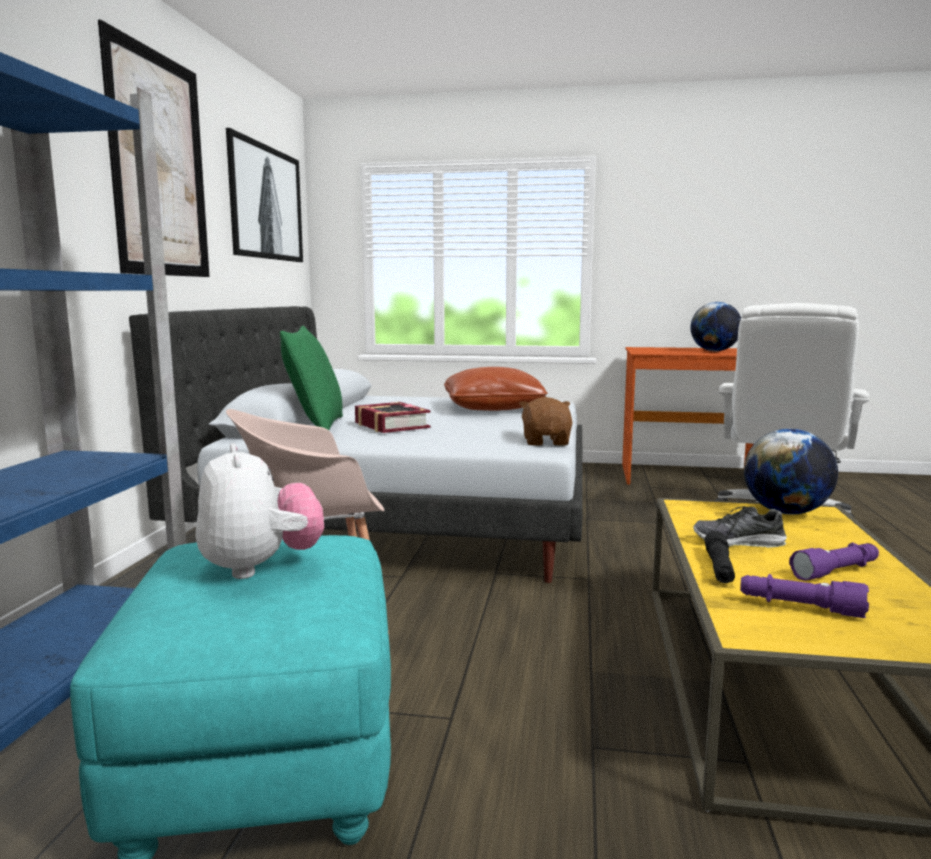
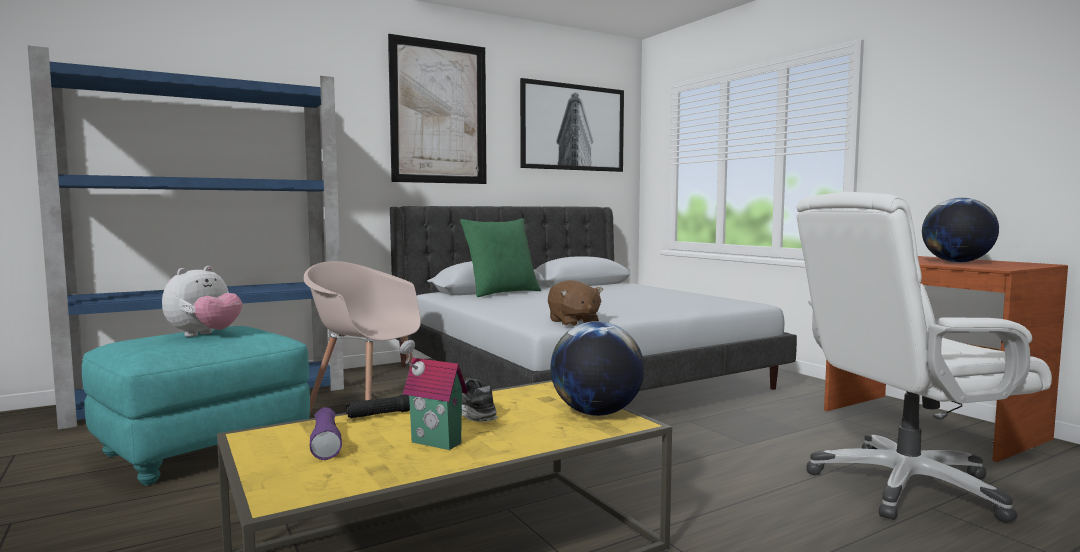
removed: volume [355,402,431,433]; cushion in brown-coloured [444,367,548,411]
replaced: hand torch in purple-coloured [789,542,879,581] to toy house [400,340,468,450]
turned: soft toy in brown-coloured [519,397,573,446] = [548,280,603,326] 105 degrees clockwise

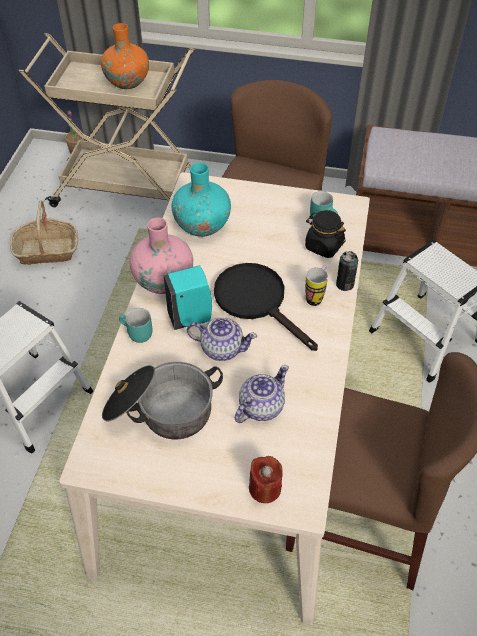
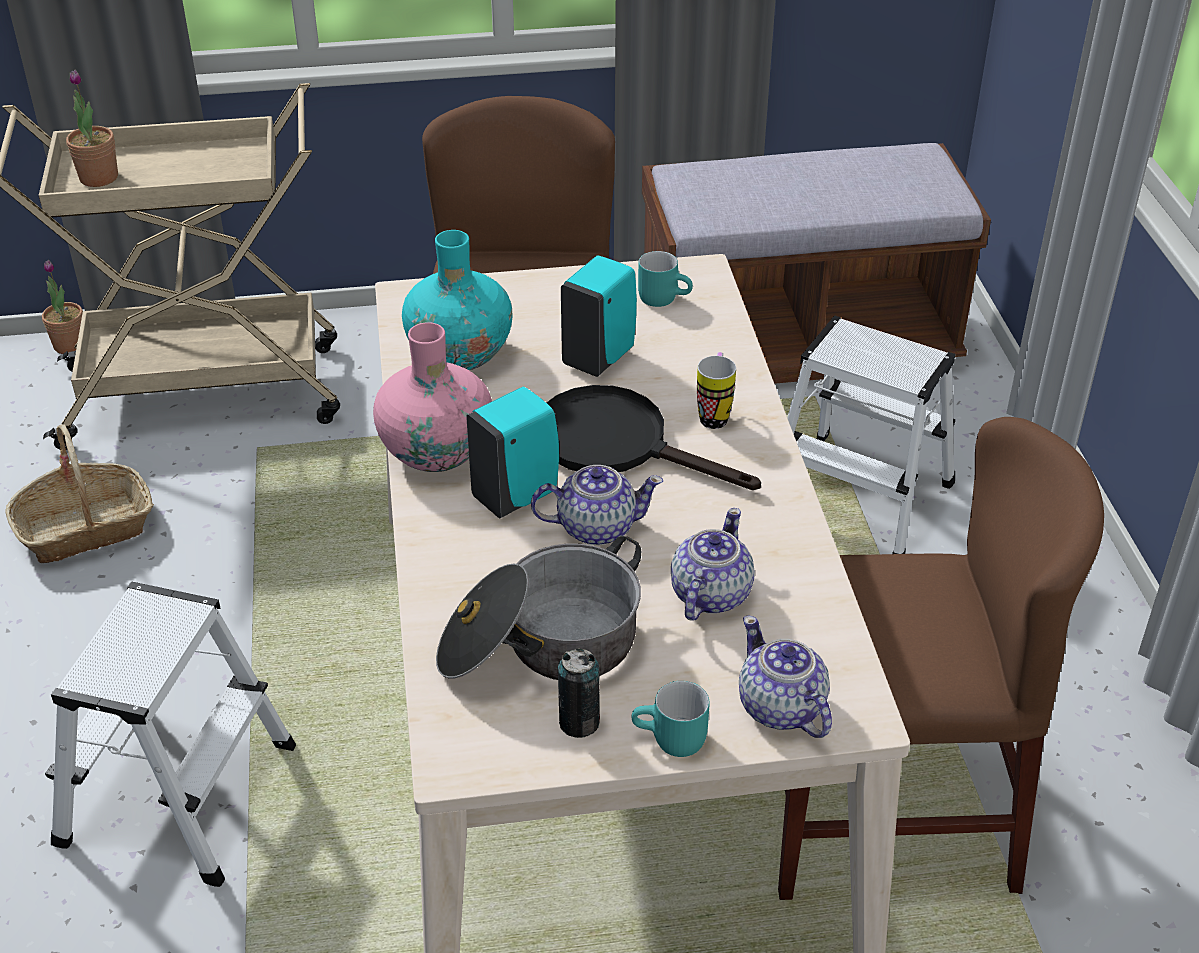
removed: vase in orange [101,23,149,89]; jar in black [305,210,346,258]
added: houseplant [66,70,118,187]; soap bottle in turquoise [561,255,637,377]
moved: coffee mug in turquoise [119,308,152,343] to [631,681,710,757]; metal can [336,251,358,291] to [558,648,600,738]
replaced: candle in red-coloured [249,456,283,503] to pot for tea [739,616,832,738]

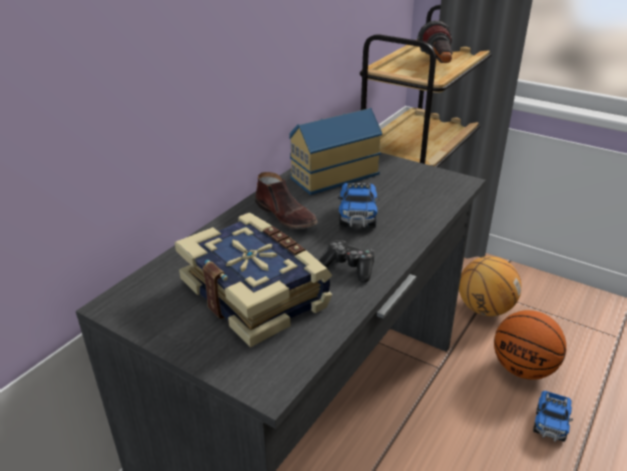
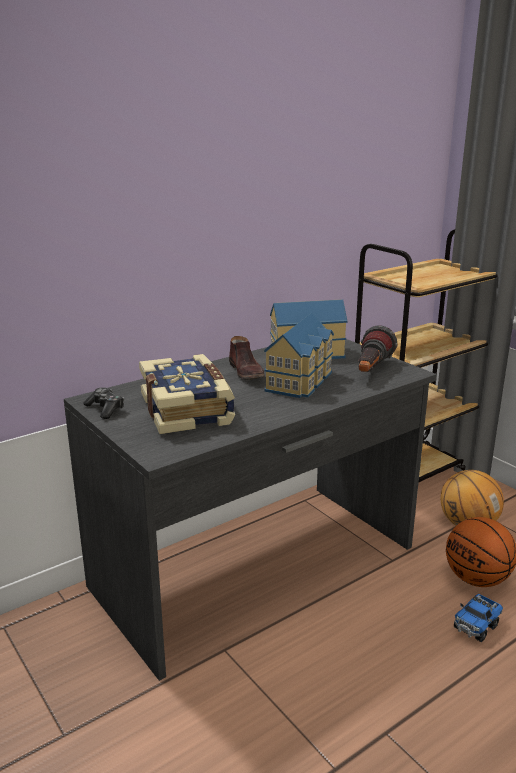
moved: gamepad [319,240,374,282] to [84,387,124,419]; hand torch [417,20,453,63] to [358,325,398,372]
replaced: toy truck [338,183,379,228] to toy house [264,313,334,398]

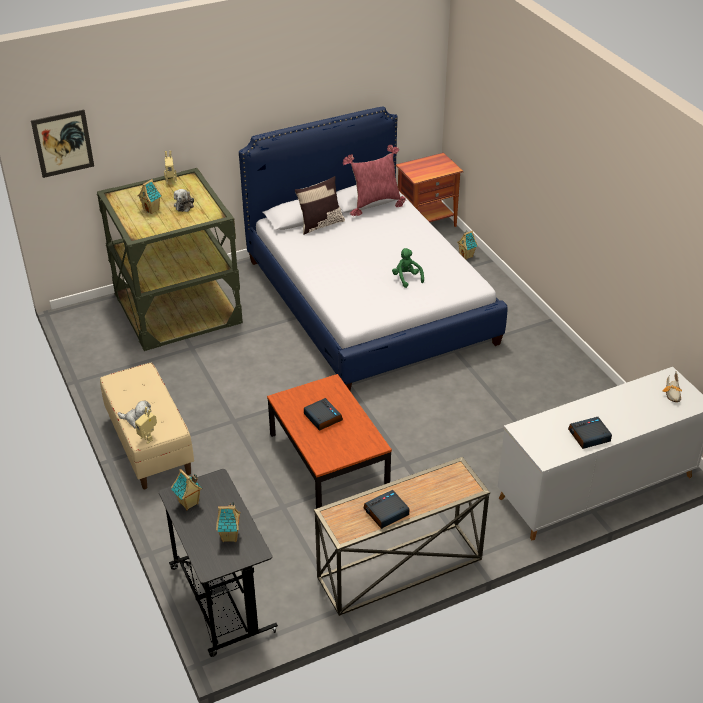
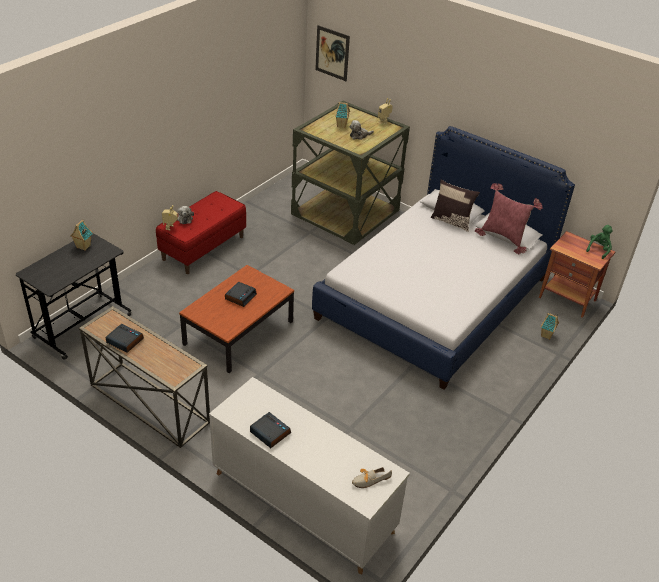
removed: toy house [216,502,241,542]
moved: soft toy in green [392,248,424,288] to [586,225,612,259]
recoloured: long seat in beige-coloured [100,363,194,489] to long seat in red-coloured [156,191,246,274]

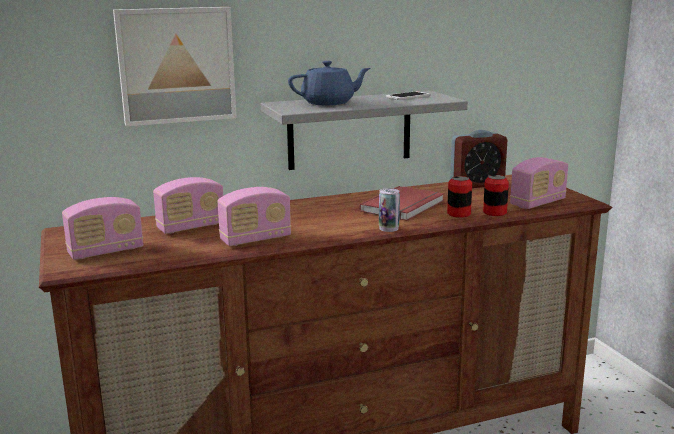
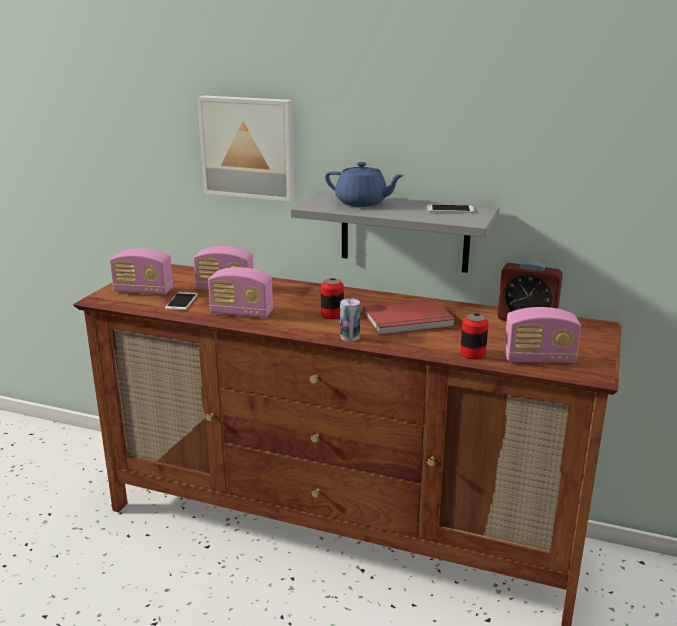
added: phone [165,292,198,311]
moved: metal can [447,176,472,218] to [321,278,344,319]

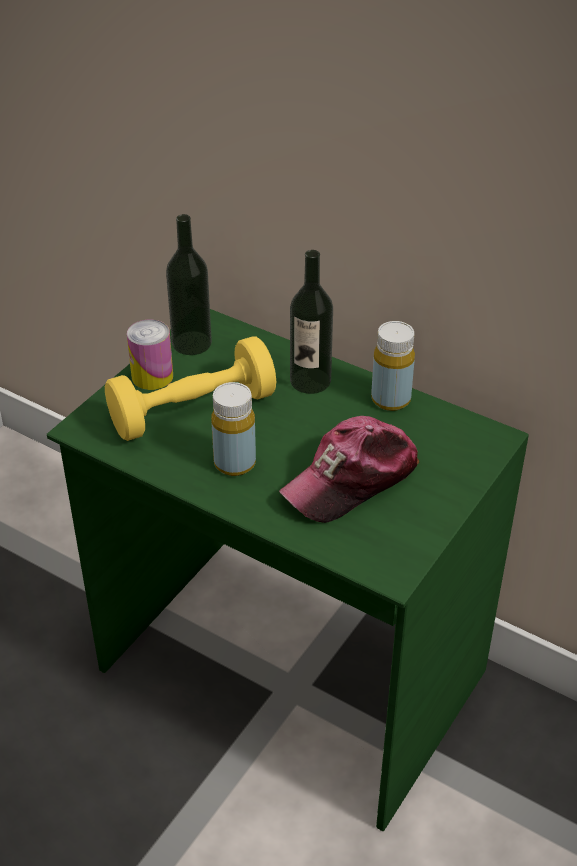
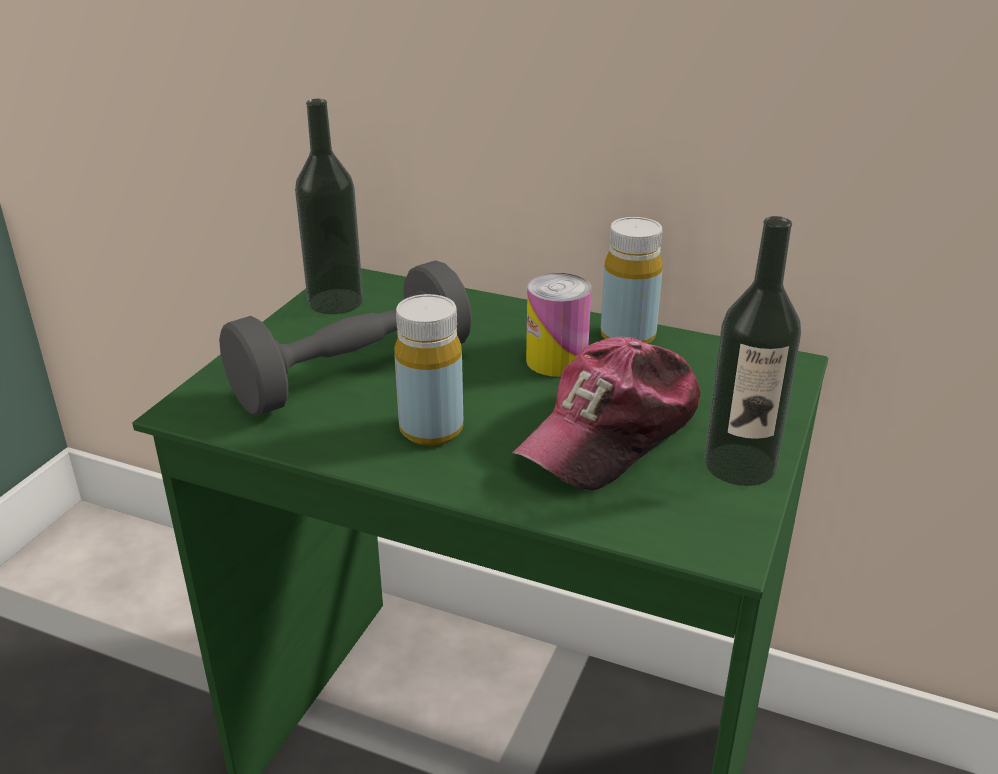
moved: metal can [127,320,173,390] to [526,273,592,377]; drink bottle [290,250,333,394] to [704,216,801,486]
recoloured: hand weight in yellow-coloured [105,336,276,441] to hand weight in greyish [219,260,472,416]

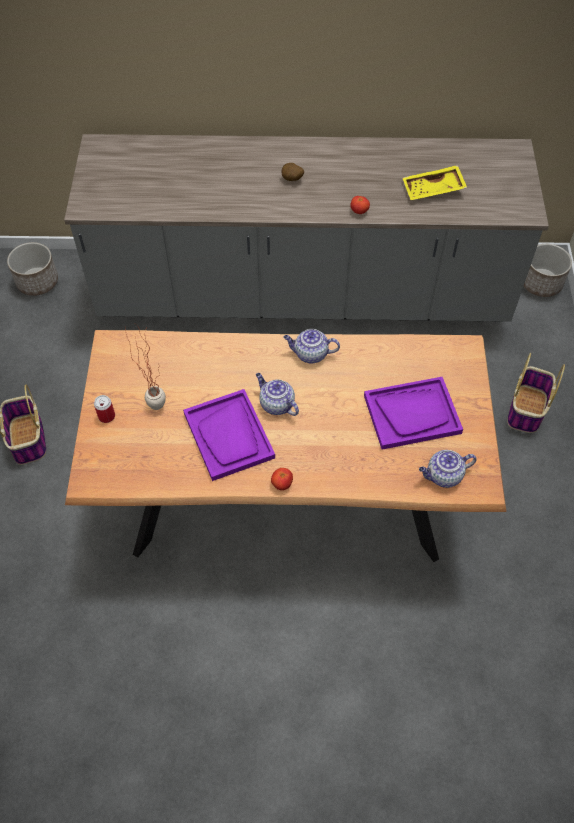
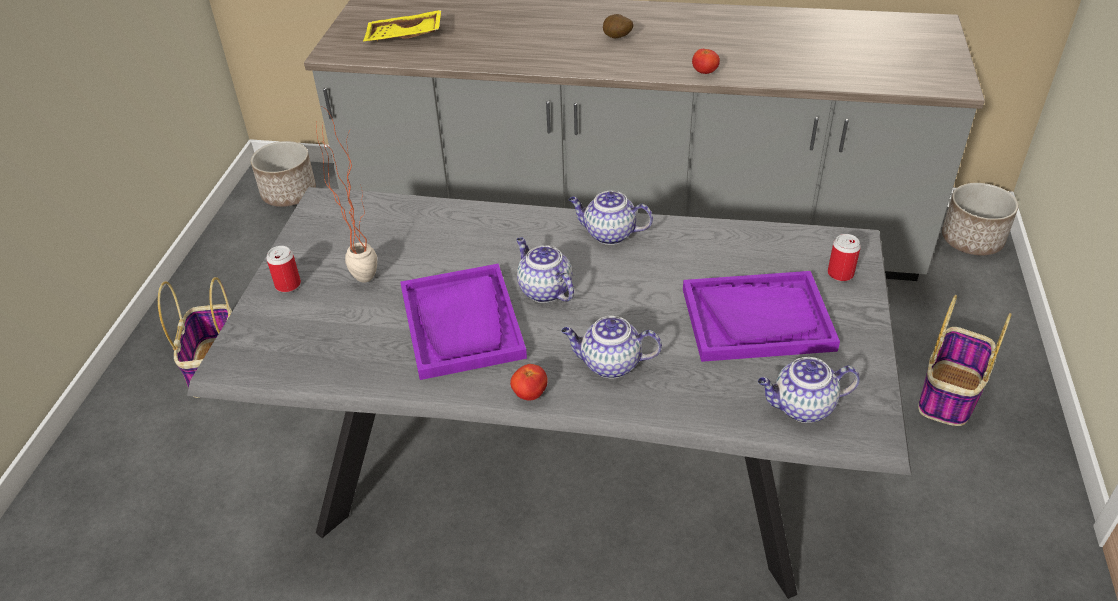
added: pot for tea [561,316,662,378]; metal can [828,234,861,281]
moved: carrying tray in yellow-coloured [403,165,467,200] to [363,10,441,41]
recoloured: dining table in brown-coloured [65,330,507,562] to dining table in greyish [187,187,911,599]

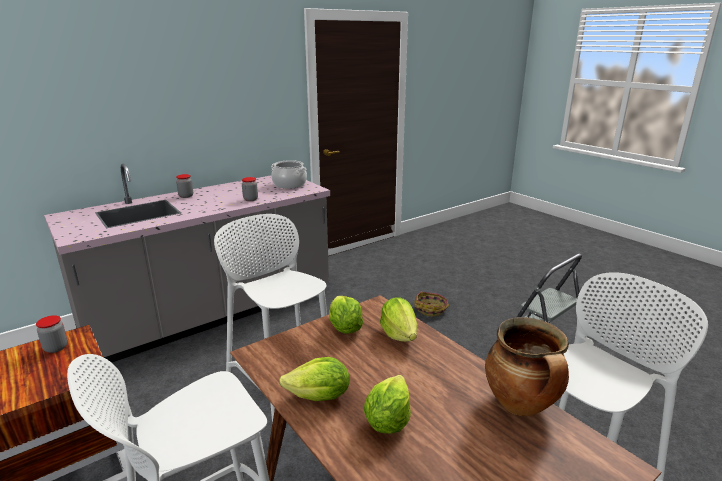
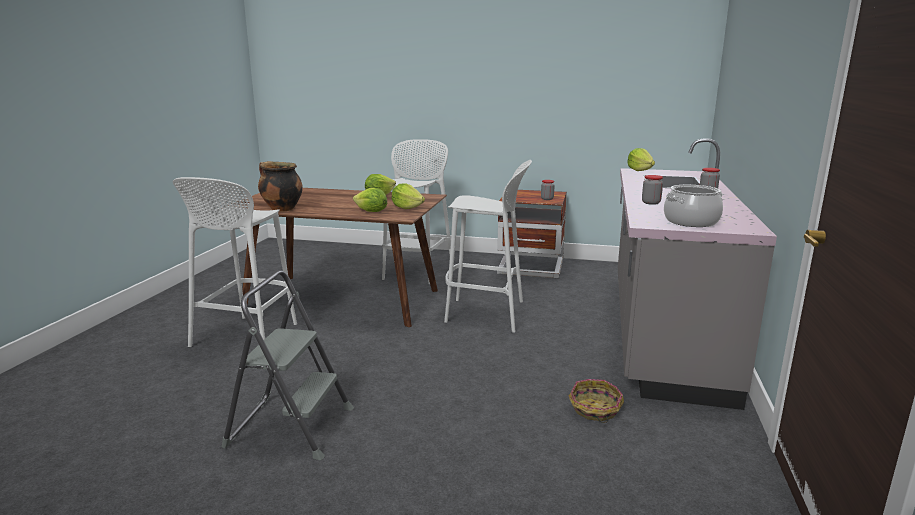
moved: lettuce head [363,375,411,434] to [627,148,655,171]; basket [414,292,449,317] to [569,379,624,423]

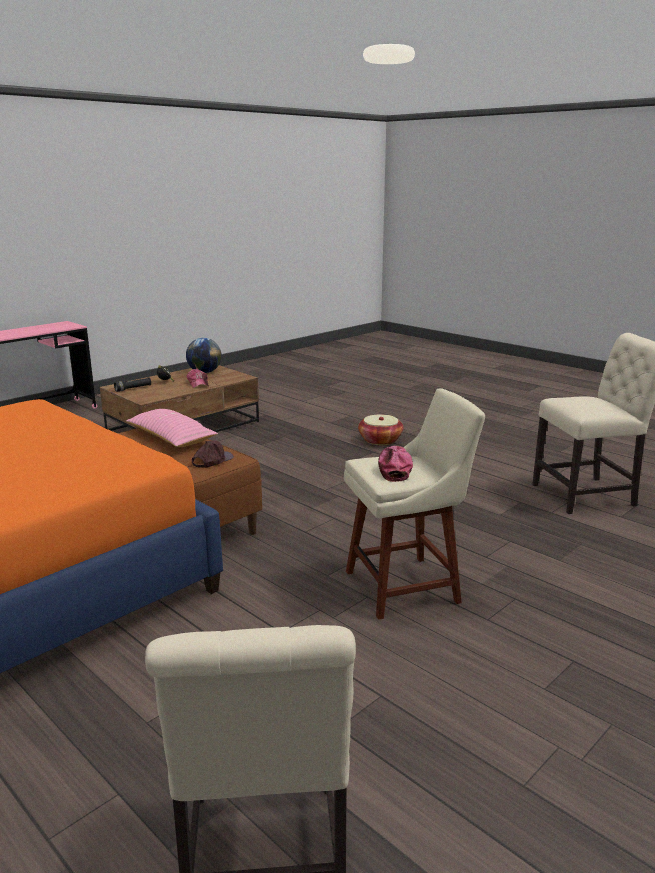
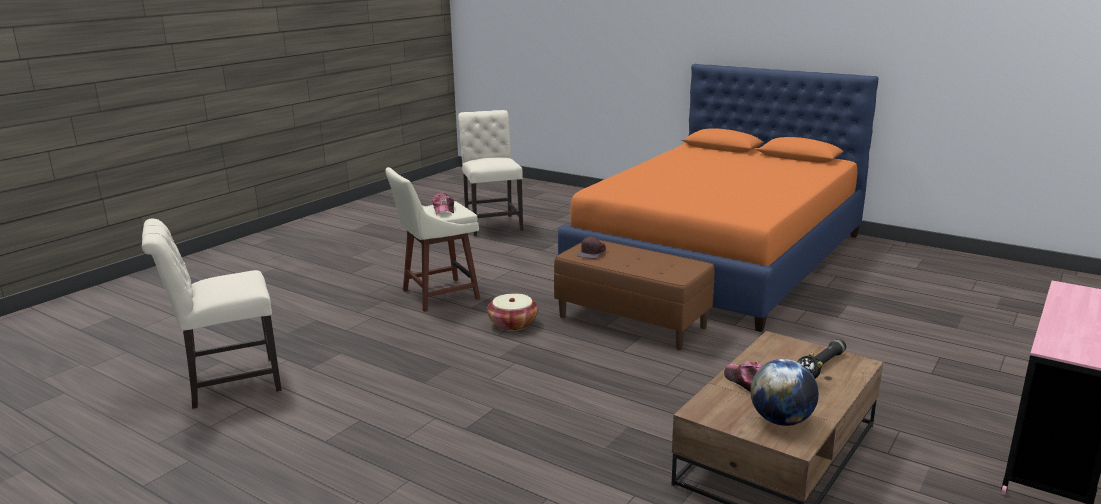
removed: cushion in pinkish [126,409,218,447]
moved: basket [358,415,403,445] to [487,293,538,331]

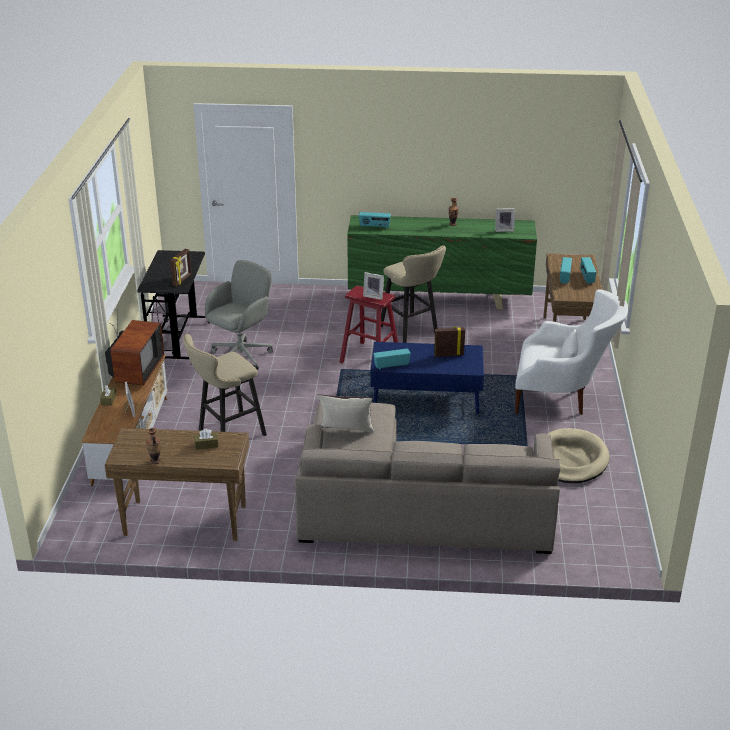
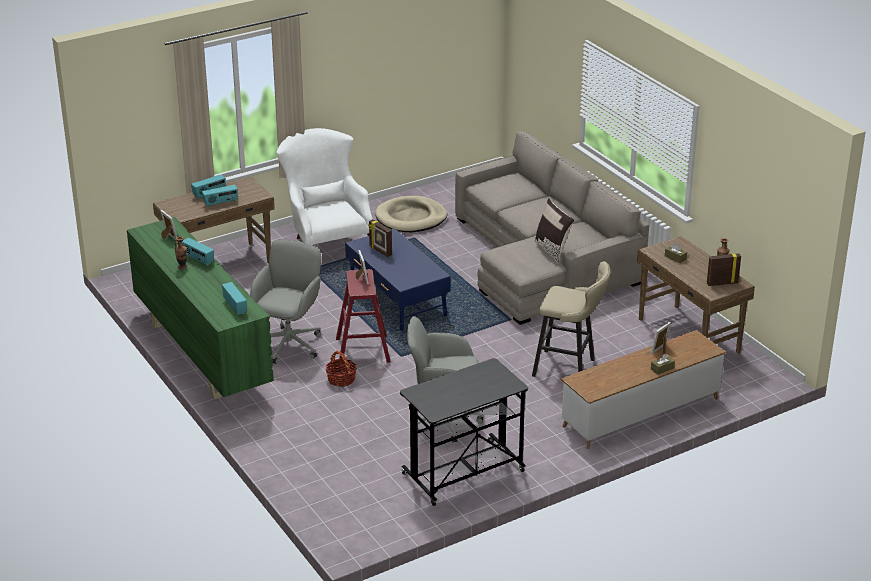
removed: TV set [105,310,164,386]
added: basket [326,351,357,387]
moved: standing frame [170,249,192,286] to [707,253,741,286]; radio set [373,348,411,370] to [182,238,214,266]
replaced: sitting stool in beige-coloured [381,245,446,343] to office chair in greyish [250,239,321,364]

